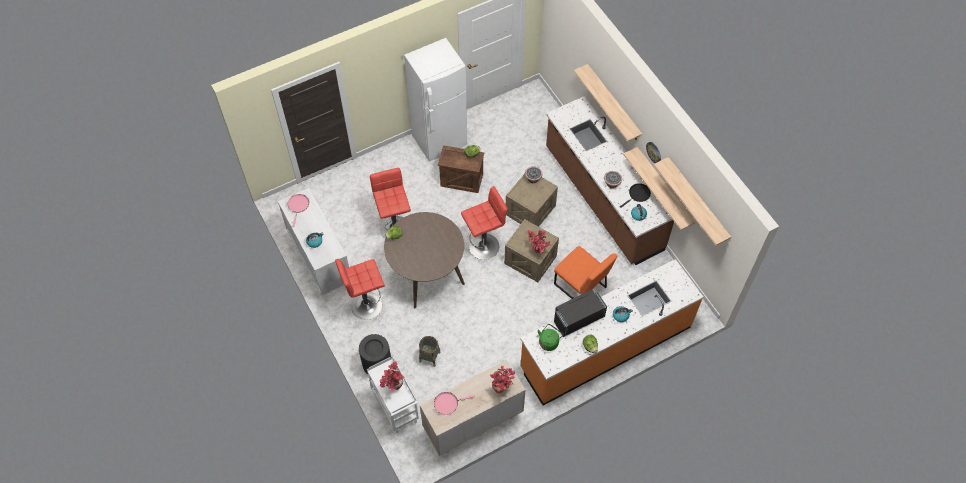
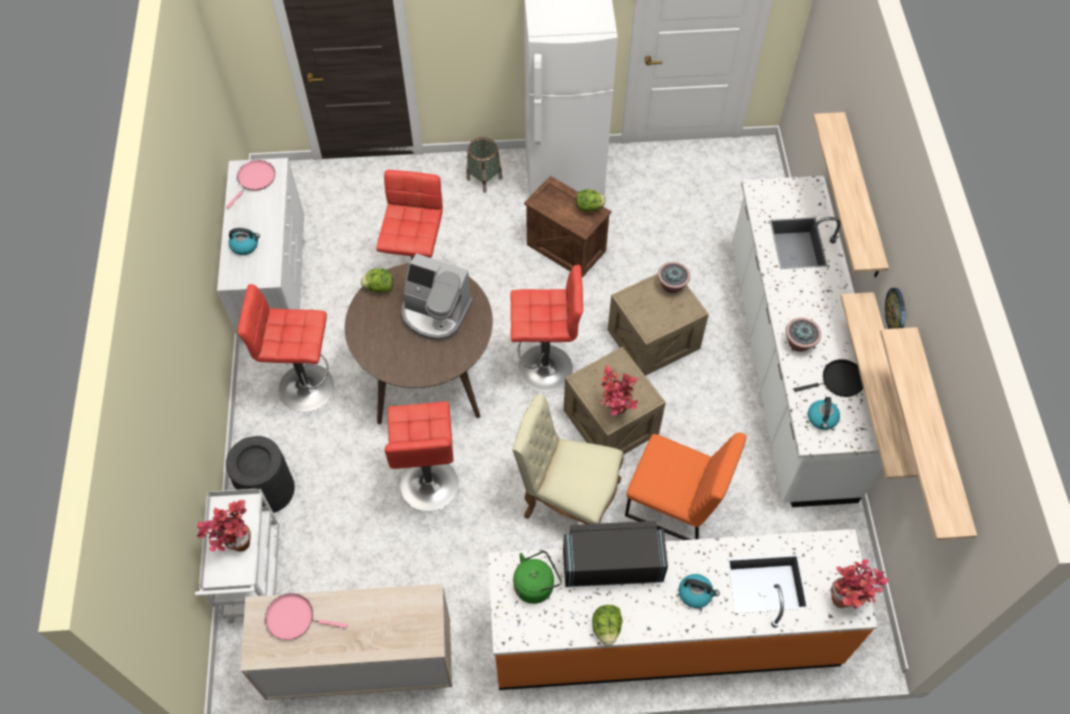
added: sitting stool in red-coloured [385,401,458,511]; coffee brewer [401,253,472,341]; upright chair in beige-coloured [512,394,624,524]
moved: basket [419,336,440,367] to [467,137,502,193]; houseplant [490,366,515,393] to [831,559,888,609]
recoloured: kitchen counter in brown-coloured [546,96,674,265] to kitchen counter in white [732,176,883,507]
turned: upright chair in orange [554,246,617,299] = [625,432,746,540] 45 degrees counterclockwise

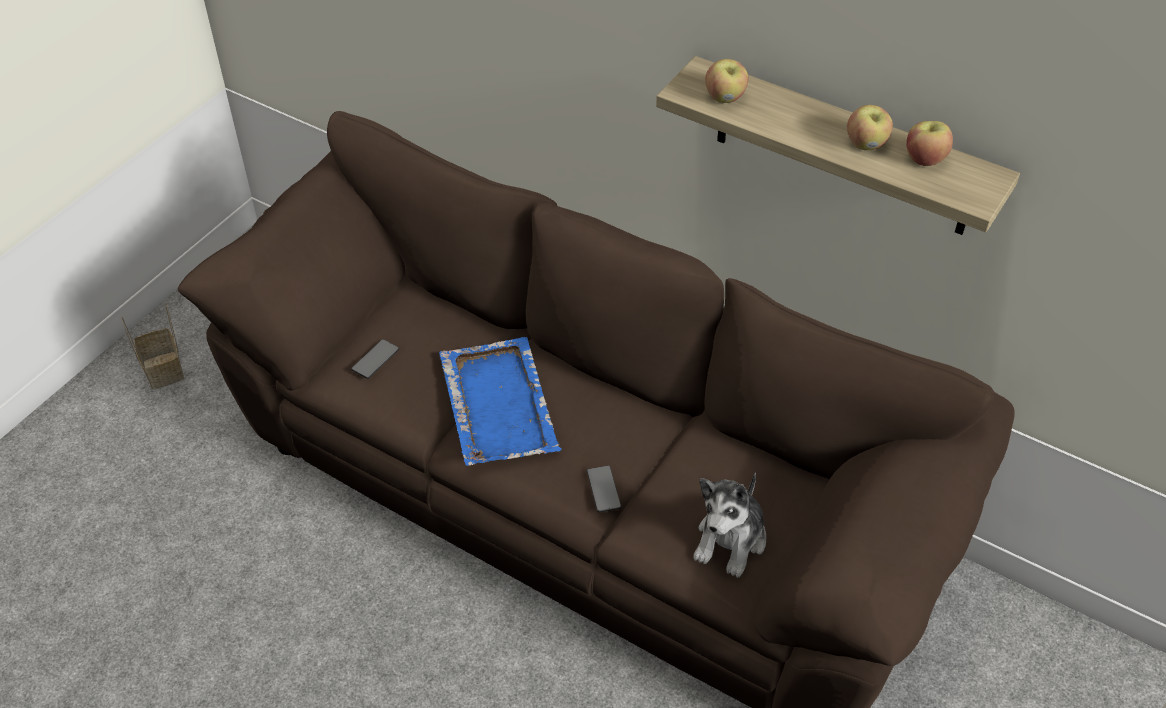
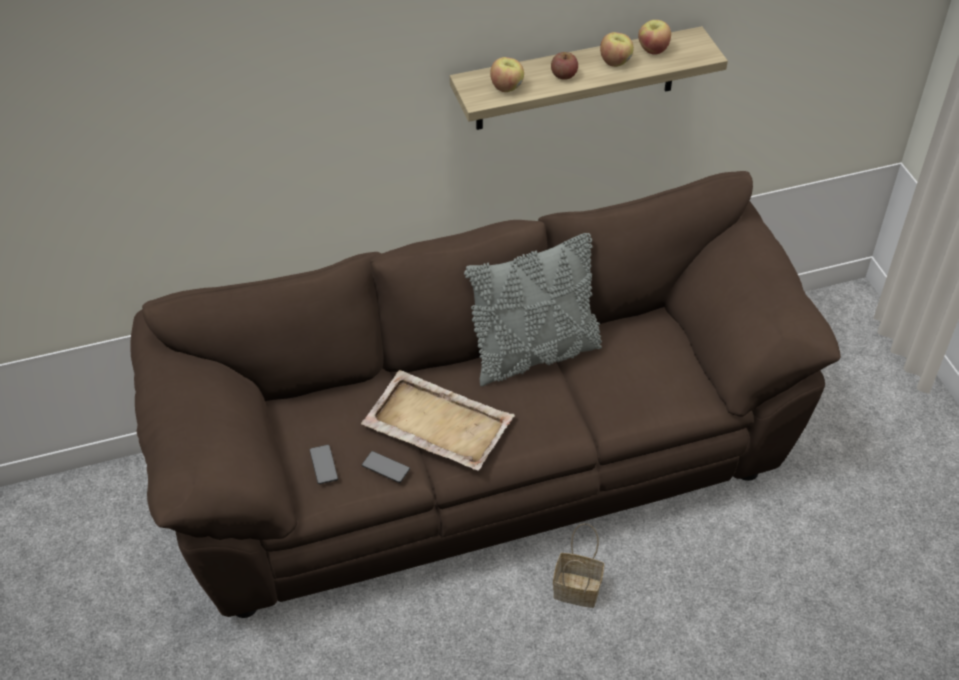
removed: soft toy [693,472,766,578]
added: cushion in greyish [464,233,602,387]; apple [551,52,578,80]
moved: basket [121,303,184,389] to [553,524,604,608]; phone [587,465,621,512] to [362,451,410,483]
recoloured: carrying tray in blue [439,337,561,466] to carrying tray in beige-coloured [361,370,515,471]

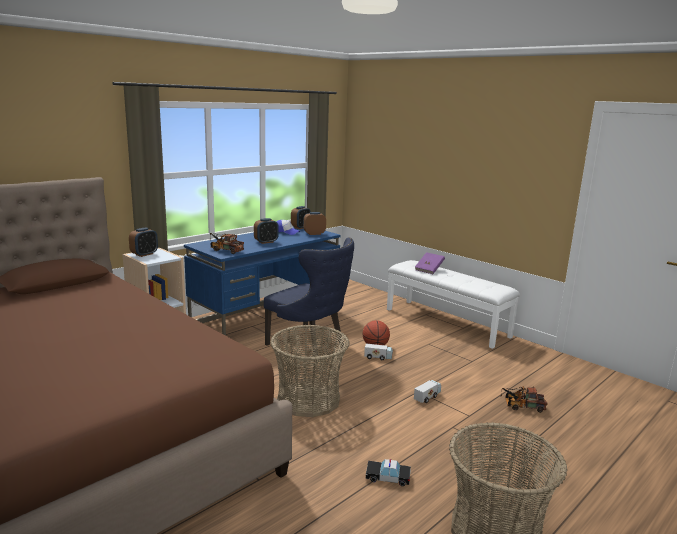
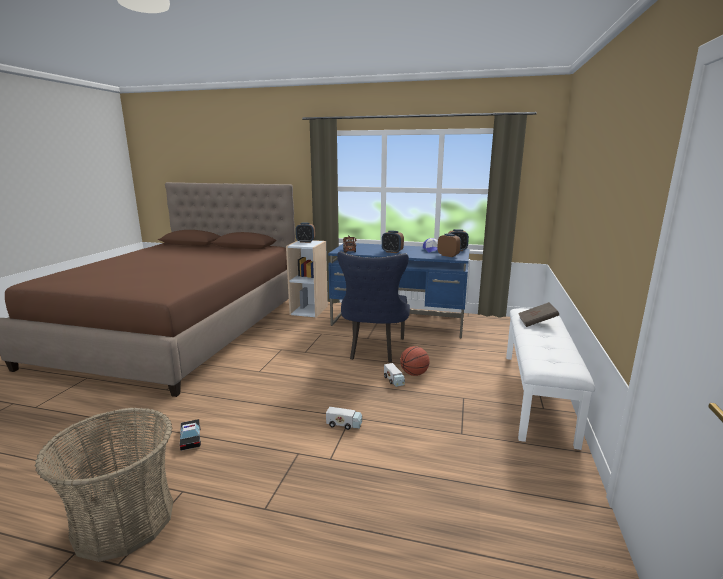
removed: basket [270,325,350,417]; toy truck [500,386,548,413]
recoloured: volume in purple-coloured [415,252,445,274] to volume in brown-coloured [518,302,559,327]

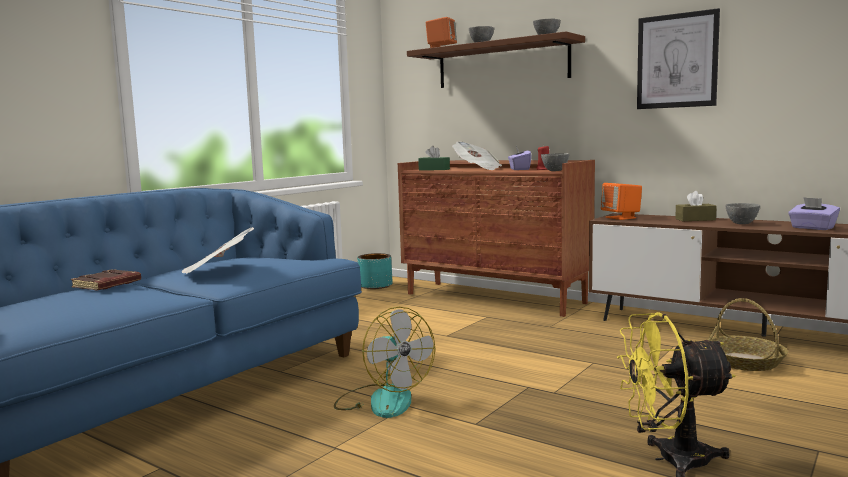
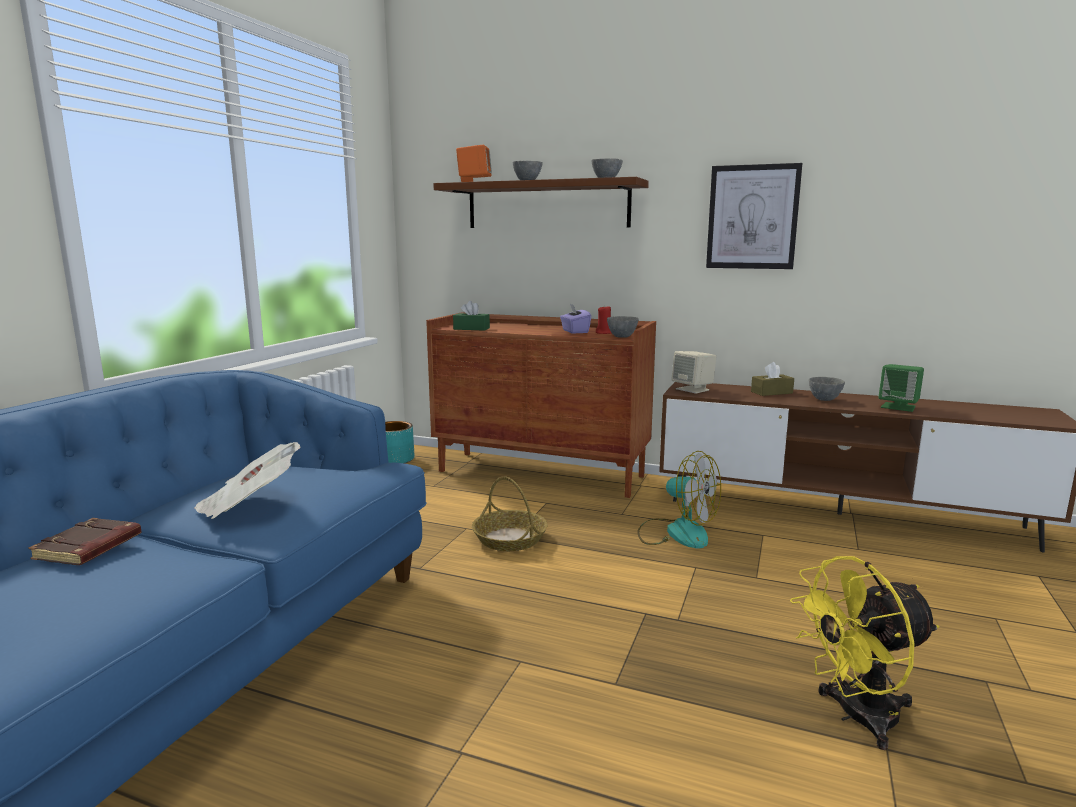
removed: printed paper [452,141,502,170]
moved: electric fan [334,307,435,418] to [637,451,721,548]; basket [708,298,788,371] to [472,476,548,551]
replaced: box of tissues in purple-coloured [788,197,840,230] to audio speaker in green [878,364,924,412]
recoloured: audio speaker in orange [601,183,642,220] to audio speaker in beige-coloured [671,351,716,394]

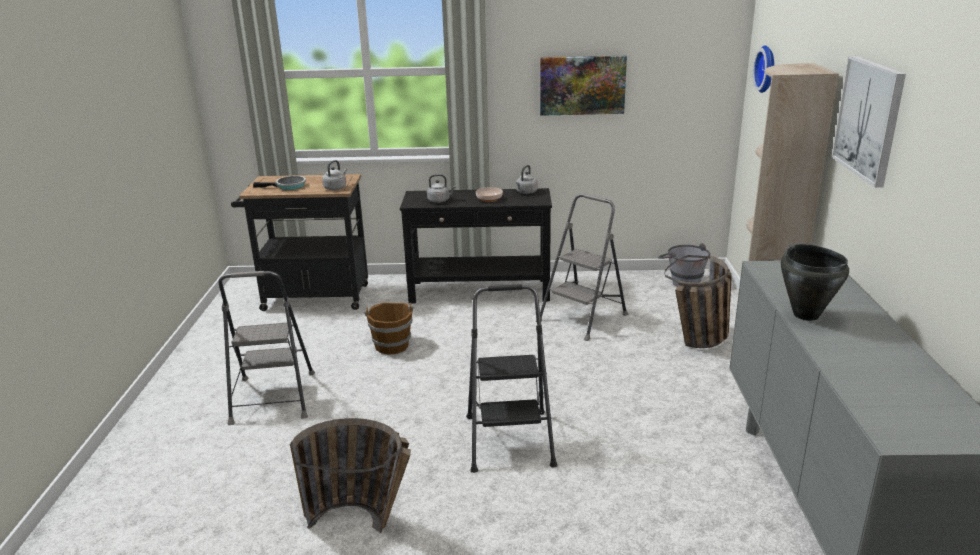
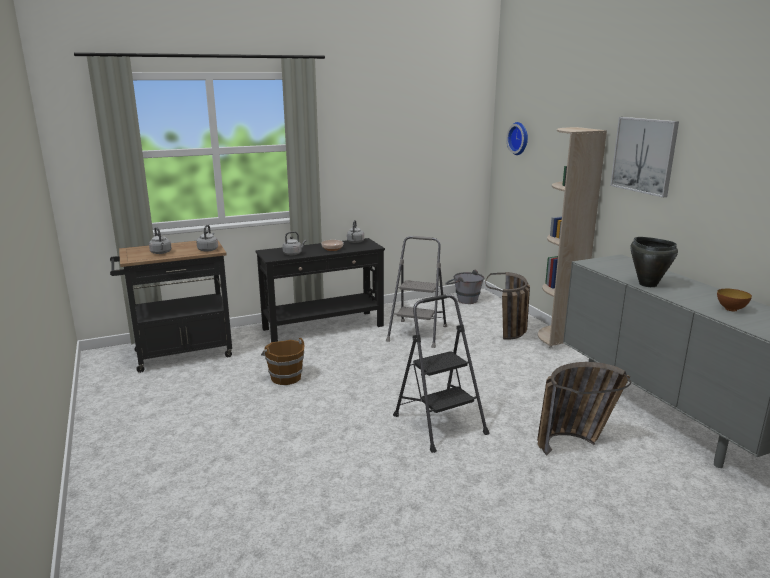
removed: stepladder in greyish [218,271,315,425]; picture [540,56,627,116]
added: deep dish [717,289,752,311]
moved: basket [290,418,411,533] to [537,362,631,455]
replaced: pan [253,176,306,190] to tea kettle in greyish [149,227,172,254]

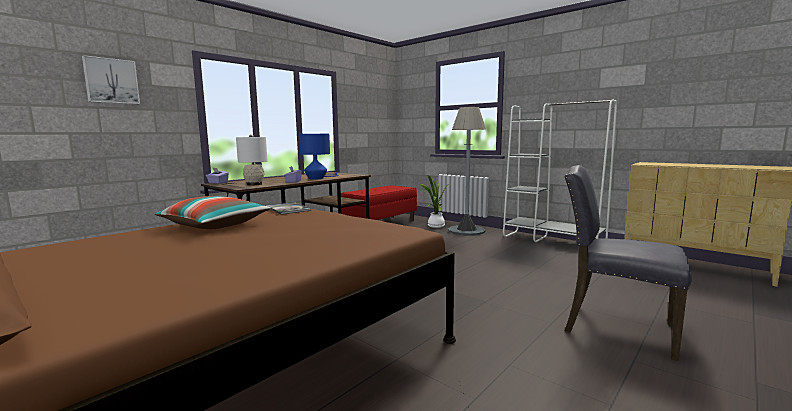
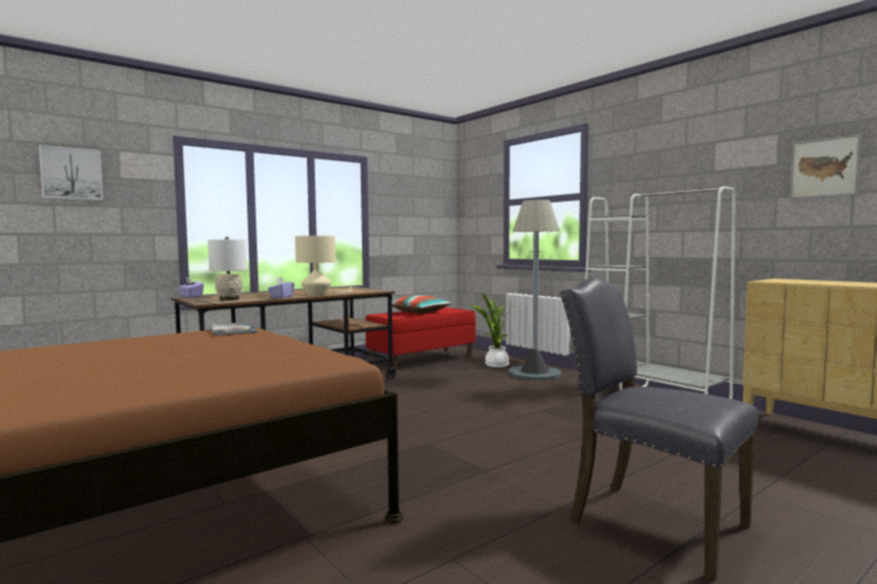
added: picture [790,134,861,199]
moved: cushion [155,196,271,229] to [392,295,452,314]
recoloured: table lamp in blue [299,134,339,180] to table lamp in beige-coloured [295,236,353,295]

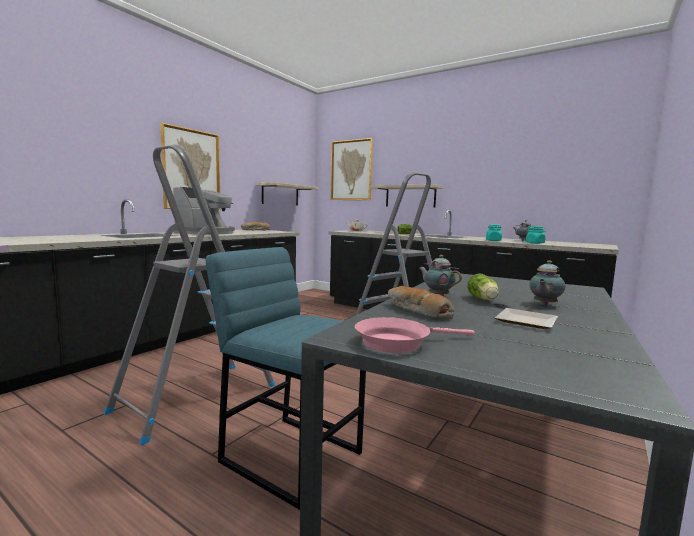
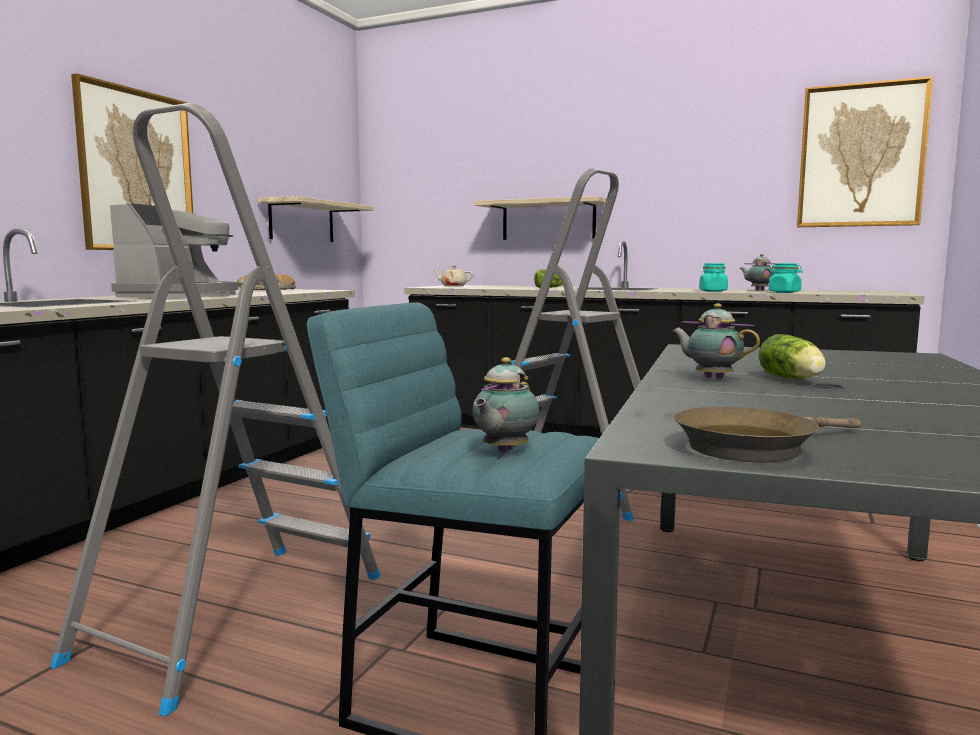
removed: bread [388,286,454,319]; plate [495,308,558,329]
moved: picture [331,138,373,200] to [797,76,933,227]; pot for tea [529,260,565,305] to [472,357,540,452]
recoloured: pan in pinkish [355,317,475,353] to pan in brown-coloured [674,406,861,463]

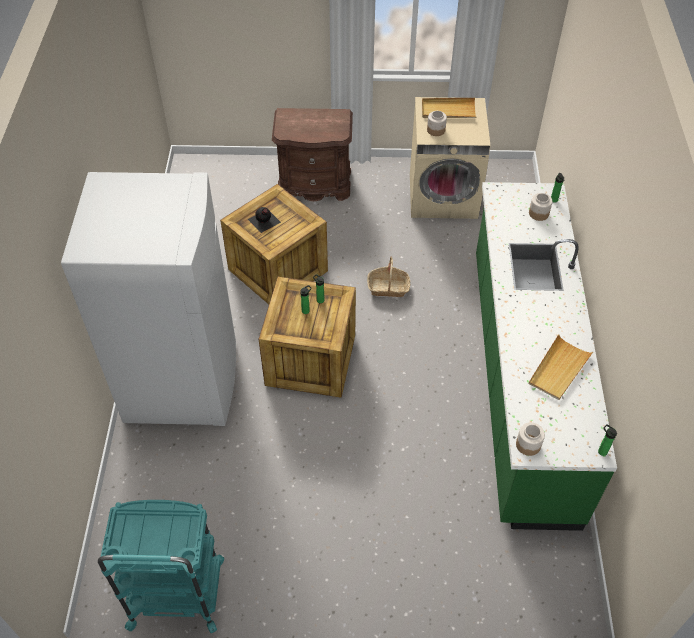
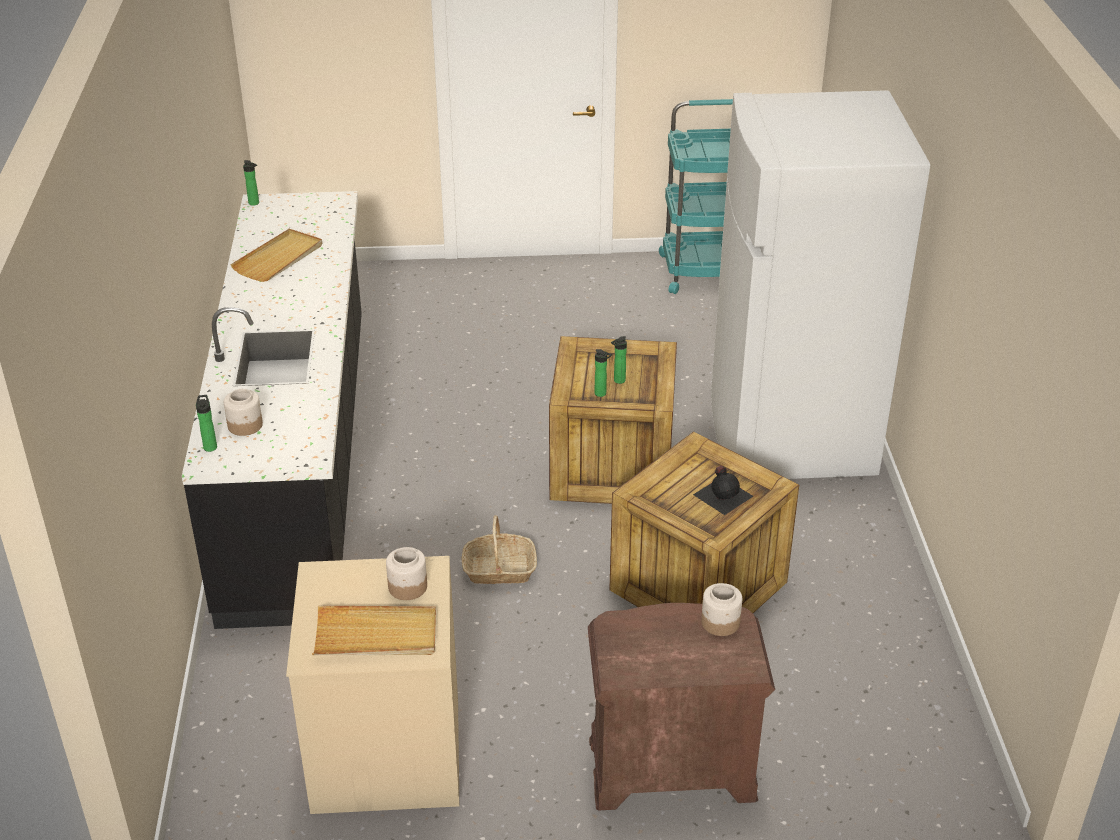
moved: jar [516,422,545,456] to [701,583,742,636]
recoloured: kitchen counter in green [476,182,617,531] to kitchen counter in black [182,191,362,629]

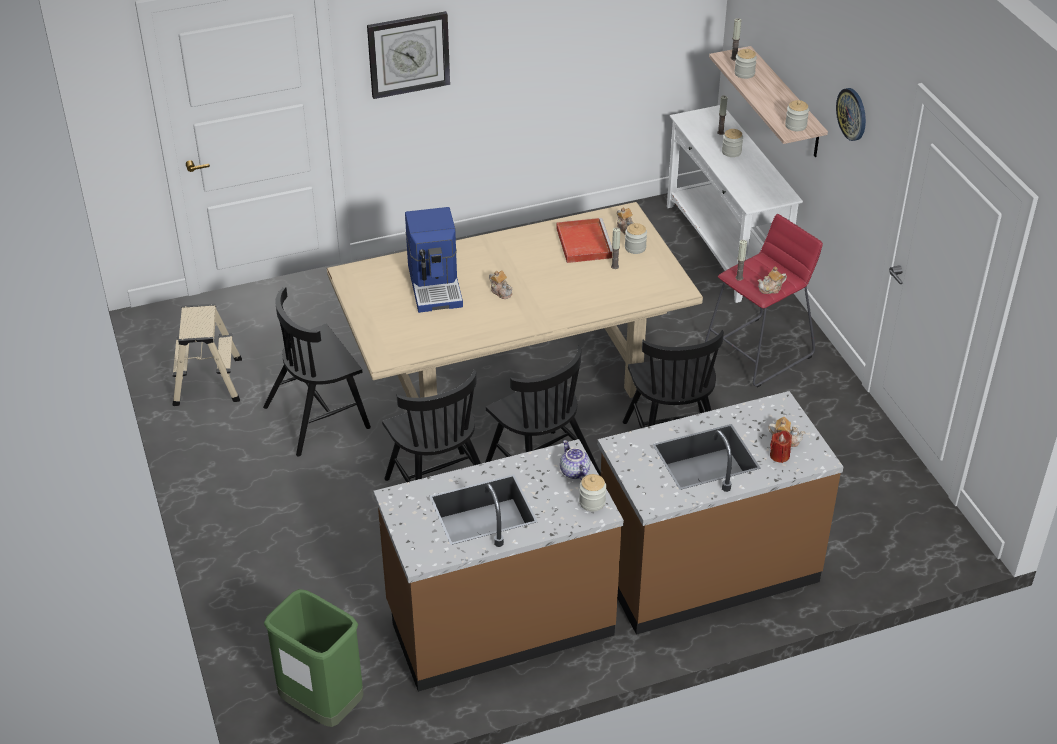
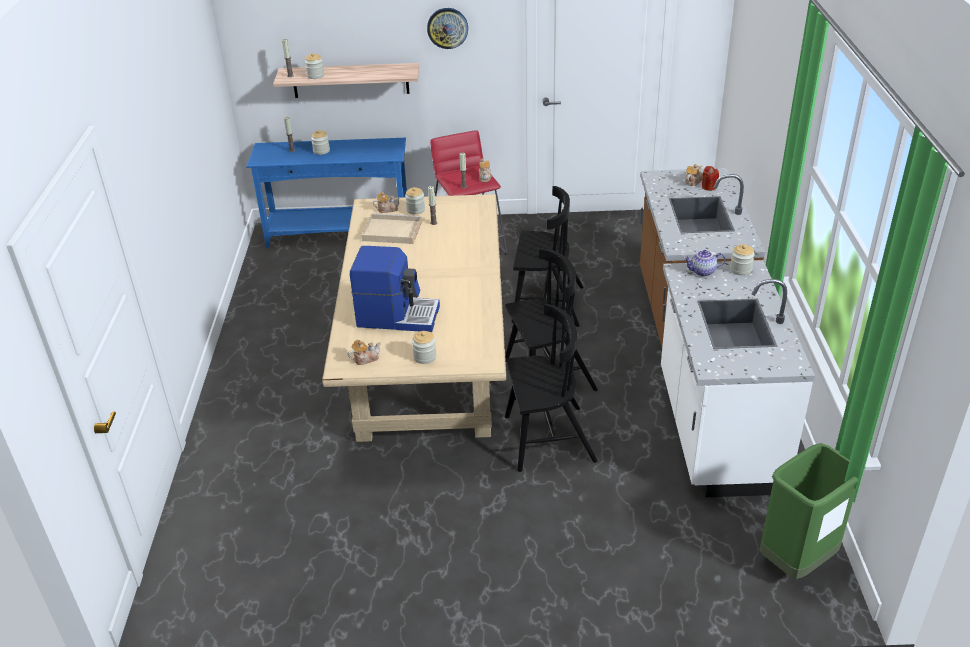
removed: stepladder in beige-coloured [173,303,242,406]; upright chair in black [263,287,371,456]; clock on the wall [367,11,450,99]
moved: pot for tea [489,270,512,299] to [348,340,381,365]; jar [785,100,809,131] to [412,331,437,364]
recoloured: kitchen counter in brown-coloured [373,439,624,692] to kitchen counter in white [661,260,815,497]; carrying tray in red-coloured [556,218,613,263] to carrying tray in beige-coloured [361,213,422,244]; console table in white [667,105,803,303] to console table in blue [246,138,407,248]

